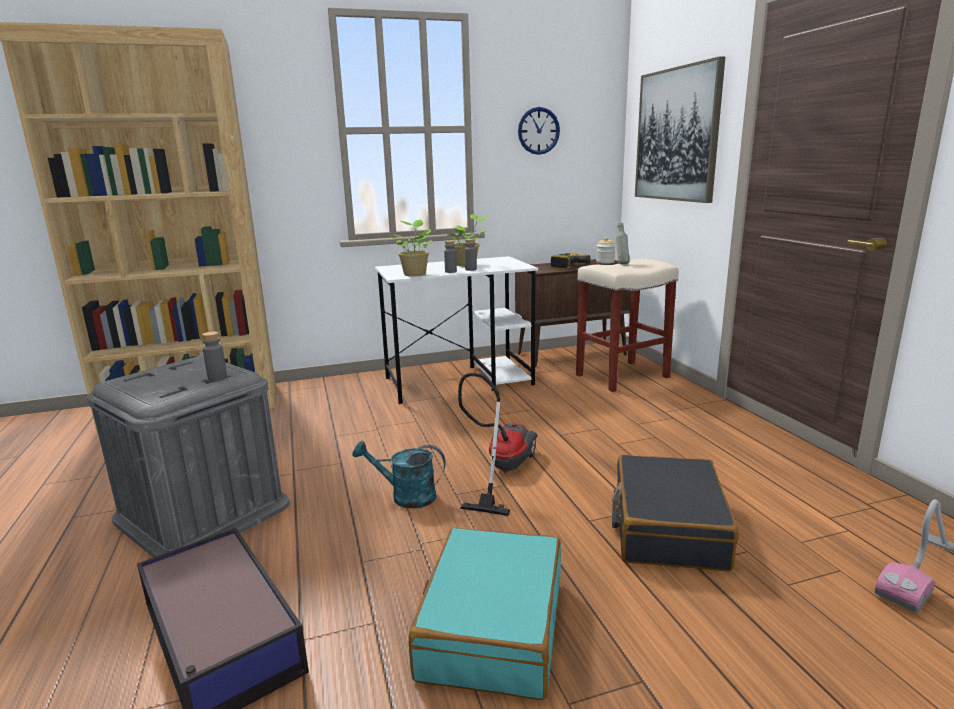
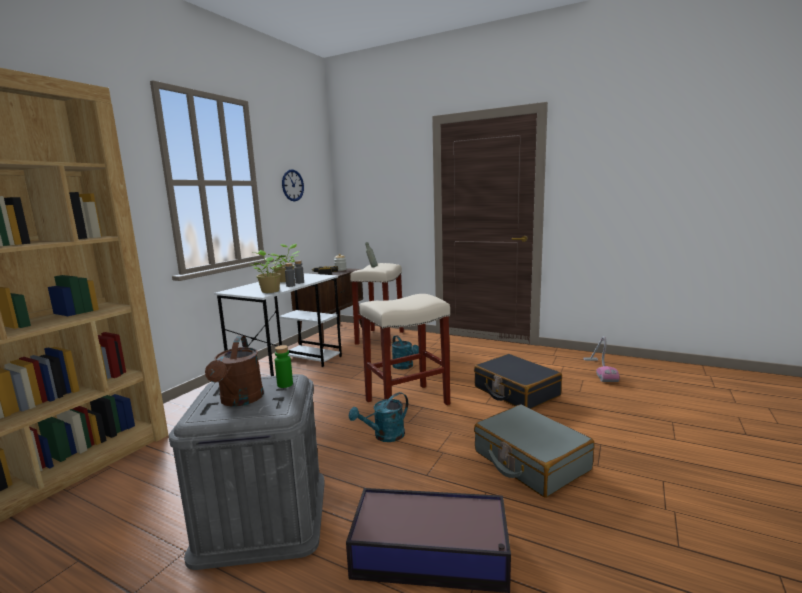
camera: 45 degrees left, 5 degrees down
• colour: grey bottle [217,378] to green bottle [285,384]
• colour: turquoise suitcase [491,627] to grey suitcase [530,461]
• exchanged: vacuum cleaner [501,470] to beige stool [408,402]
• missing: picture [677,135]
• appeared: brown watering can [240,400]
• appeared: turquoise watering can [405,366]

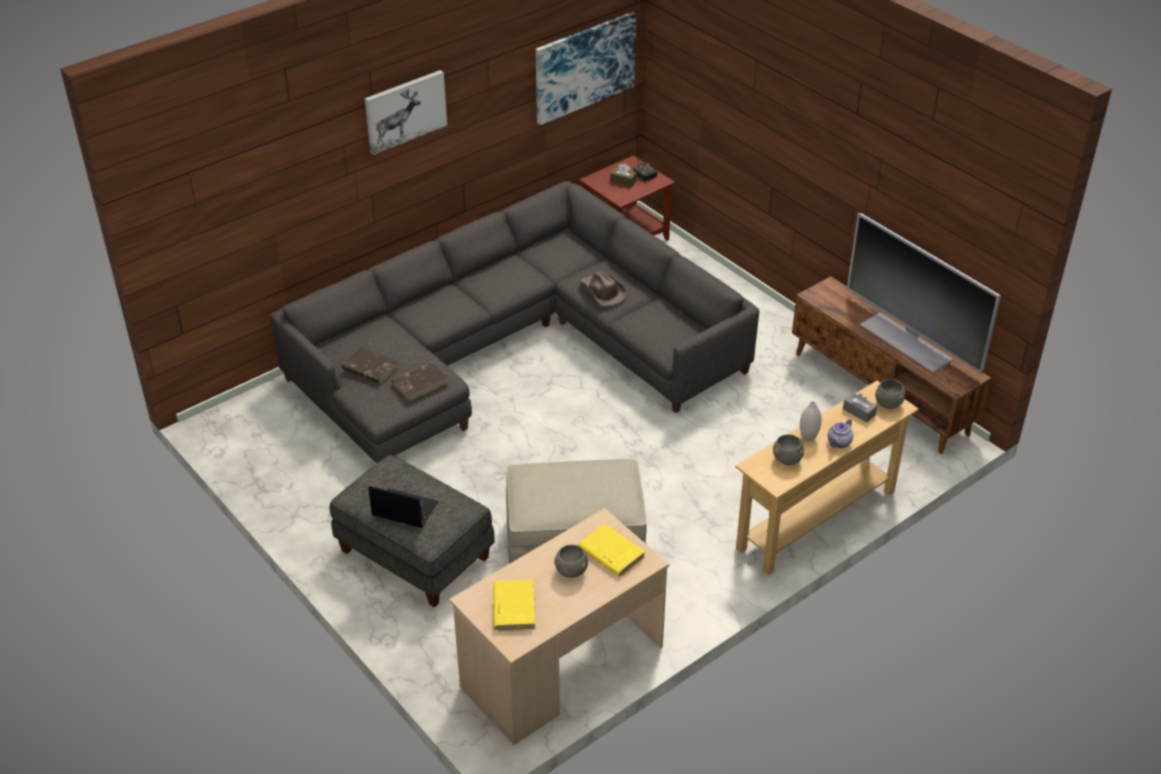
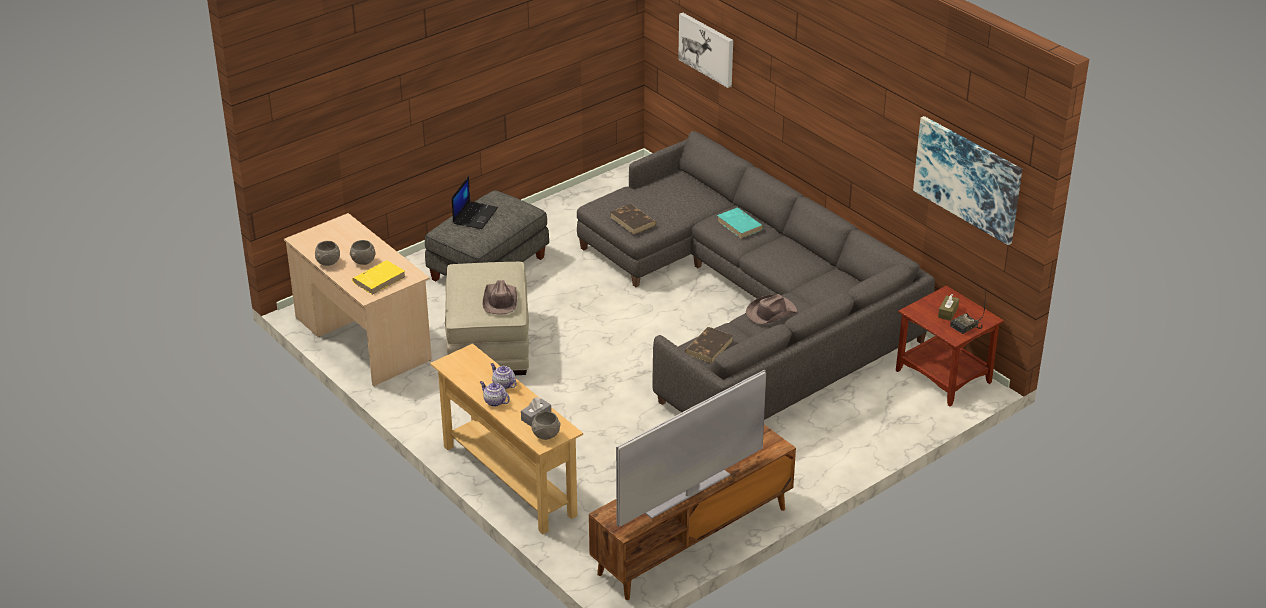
camera: 90 degrees right, 5 degrees down
• relocated: brown book [369,368] to [709,347]
• relocated: picture [405,111] to [707,49]
• missing: yellow book [514,607]
• relocated: grey bowl [786,460] to [328,262]
• exchanged: white vase [808,437] to teapot [503,384]
• appeared: brown hat [500,300]
• appeared: turquoise book [740,225]

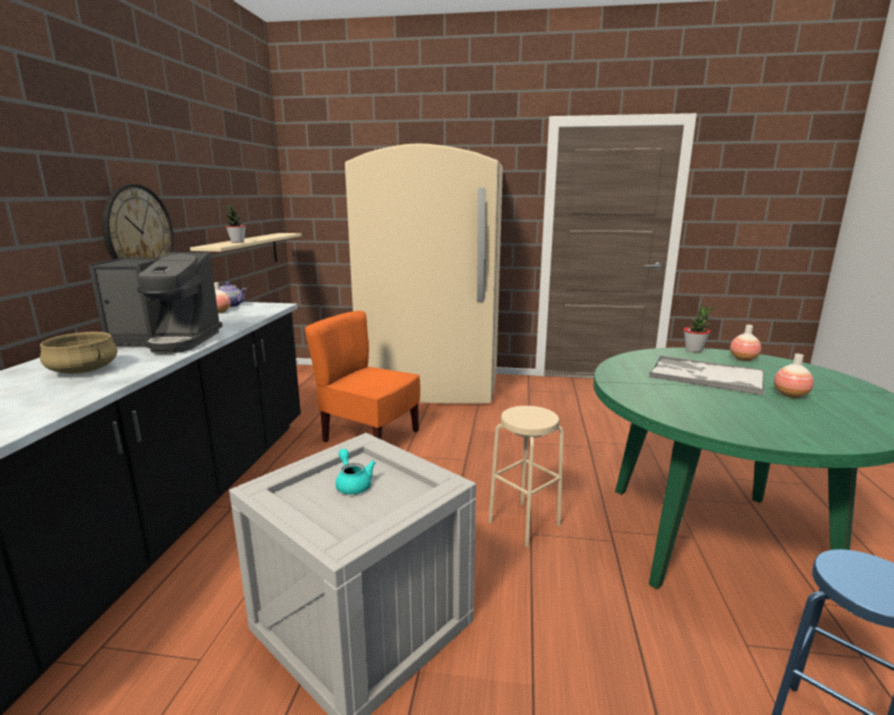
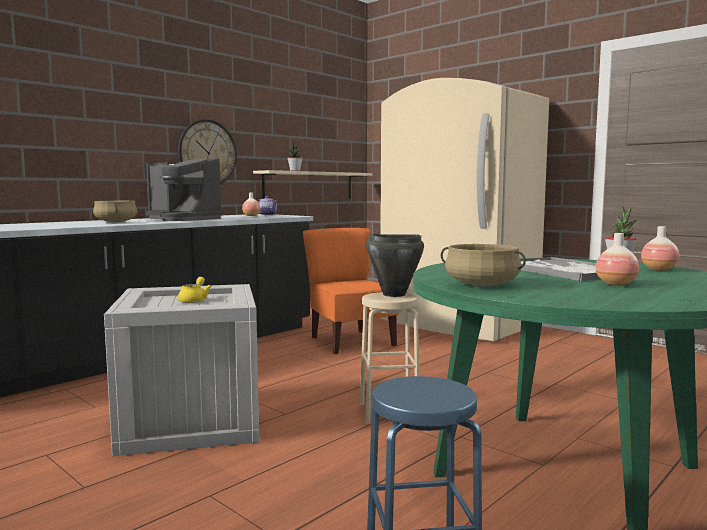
camera: 35 degrees right, 10 degrees down
• colour: turquoise teapot [353,484] to yellow teapot [194,300]
• appeared: black cooking pot [393,294]
• appeared: beige cooking pot [481,285]

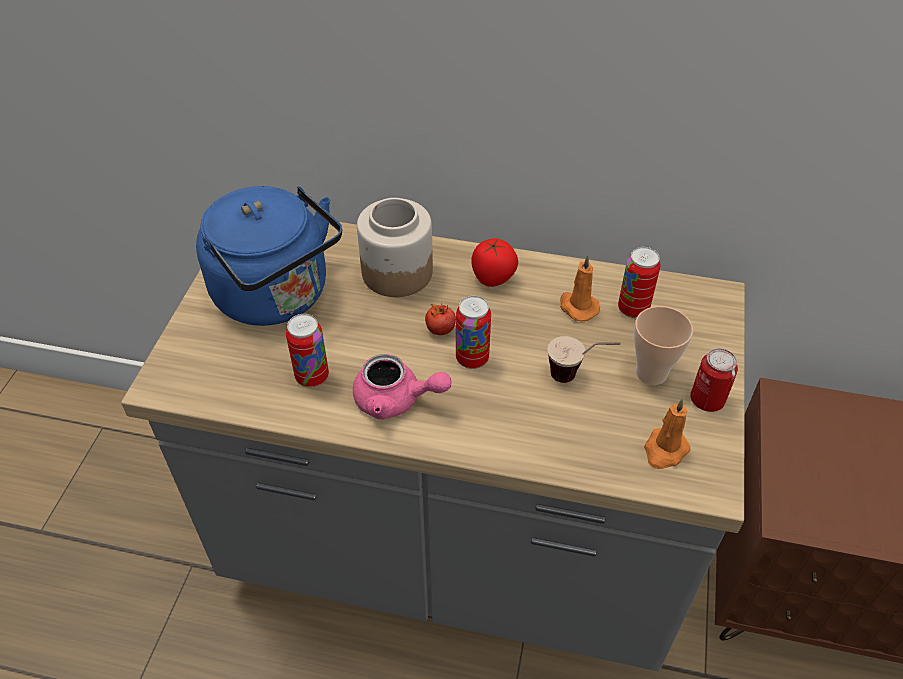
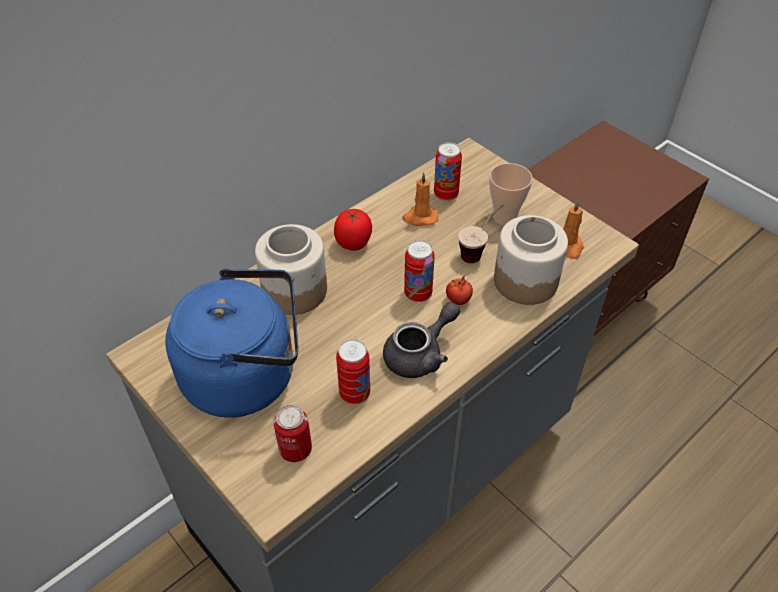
camera: 55 degrees left, 0 degrees up
• colour: pink teapot [396,400] to grey teapot [420,354]
• relocated: tomato [440,329] to [458,299]
• relocated: can [707,400] to [295,449]
• appeared: jar [525,280]

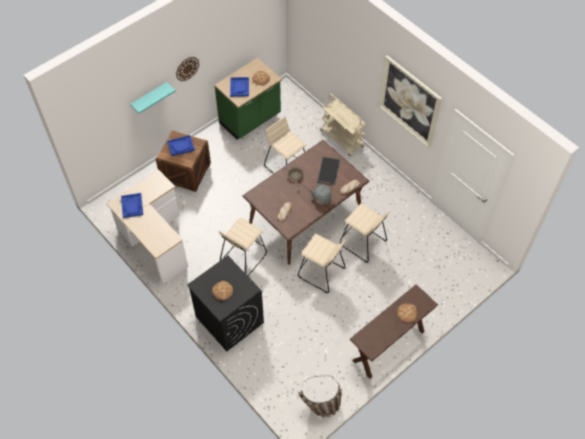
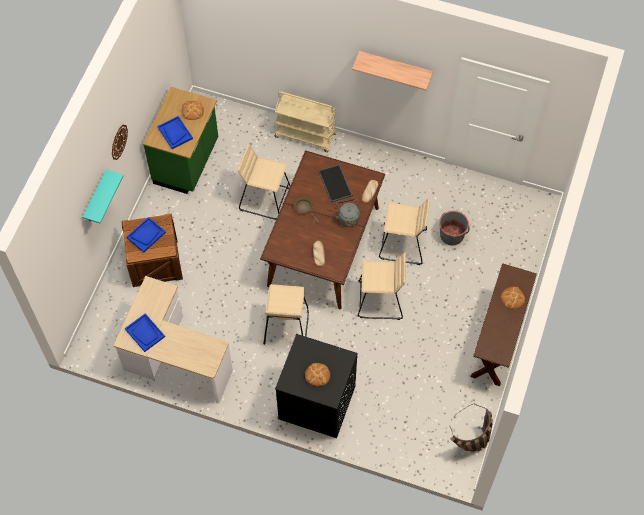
camera: 30 degrees left, 5 degrees up
• exchanged: picture [409,101] to shelf [395,67]
• appeared: grey bucket [452,235]

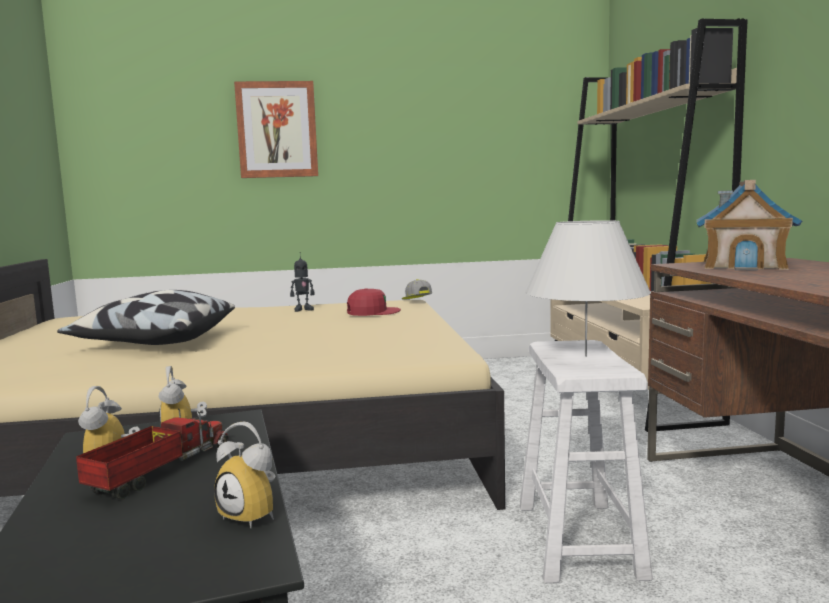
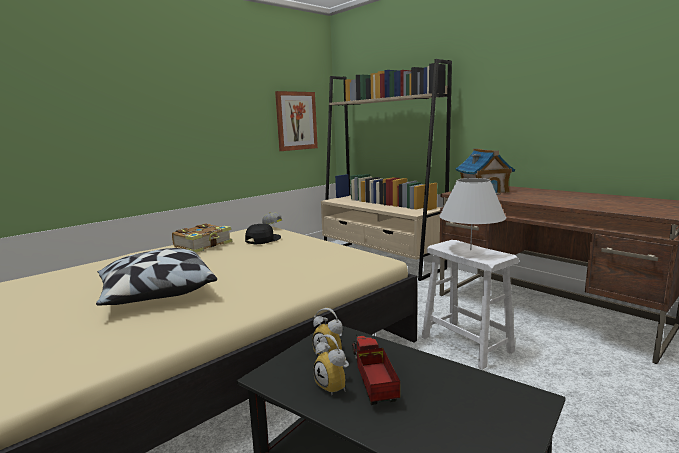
camera: 35 degrees left, 5 degrees up
• missing: alarm clock [255,515]
• relocated: picture [277,130] to [296,121]
• exchanged: toy robot [303,309] to book [204,245]
• colour: red cap [372,312] to black cap [263,239]

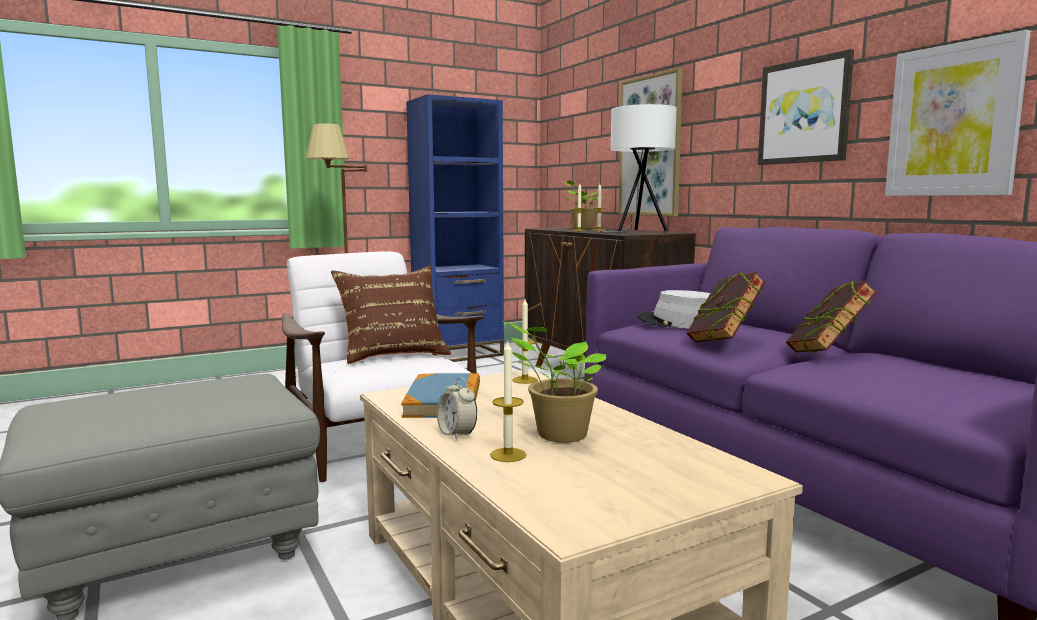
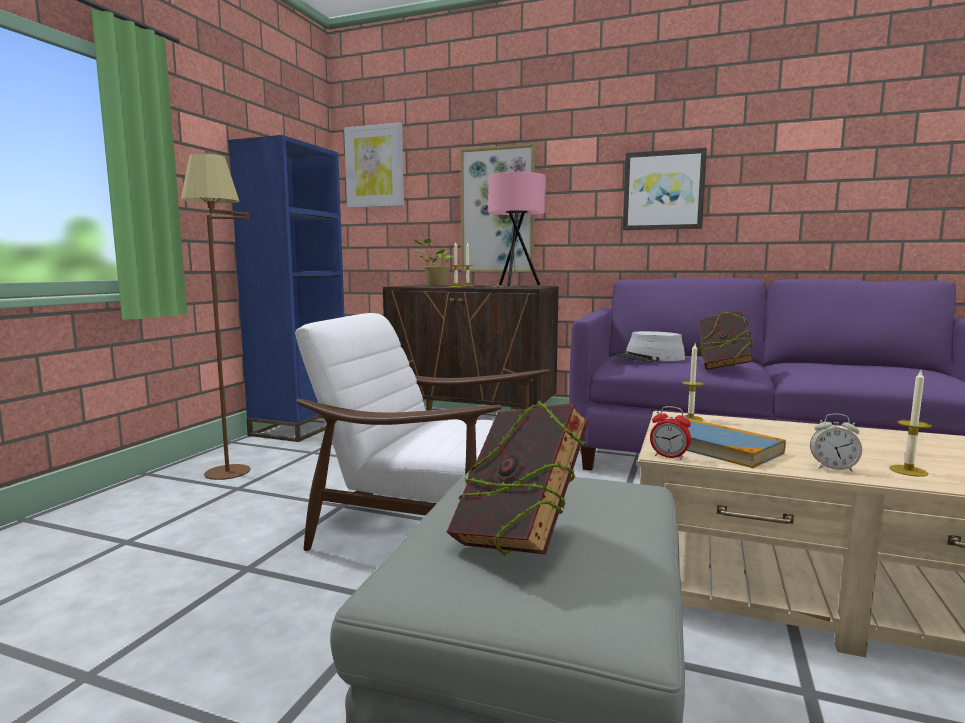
camera: 40 degrees left, 0 degrees up
• missing: brown pillow [393,354]
• missing: potted plant [558,434]
• colour: white table lamp [637,232] to pink table lamp [514,286]
• relocated: book [827,356] to [518,543]
• relocated: picture [953,120] to [374,166]
• appeared: alarm clock [669,456]

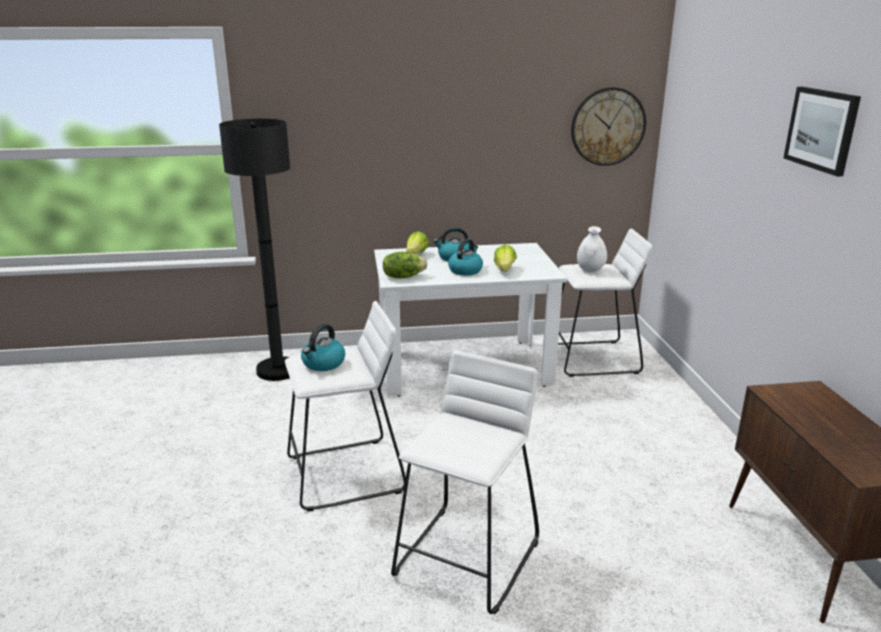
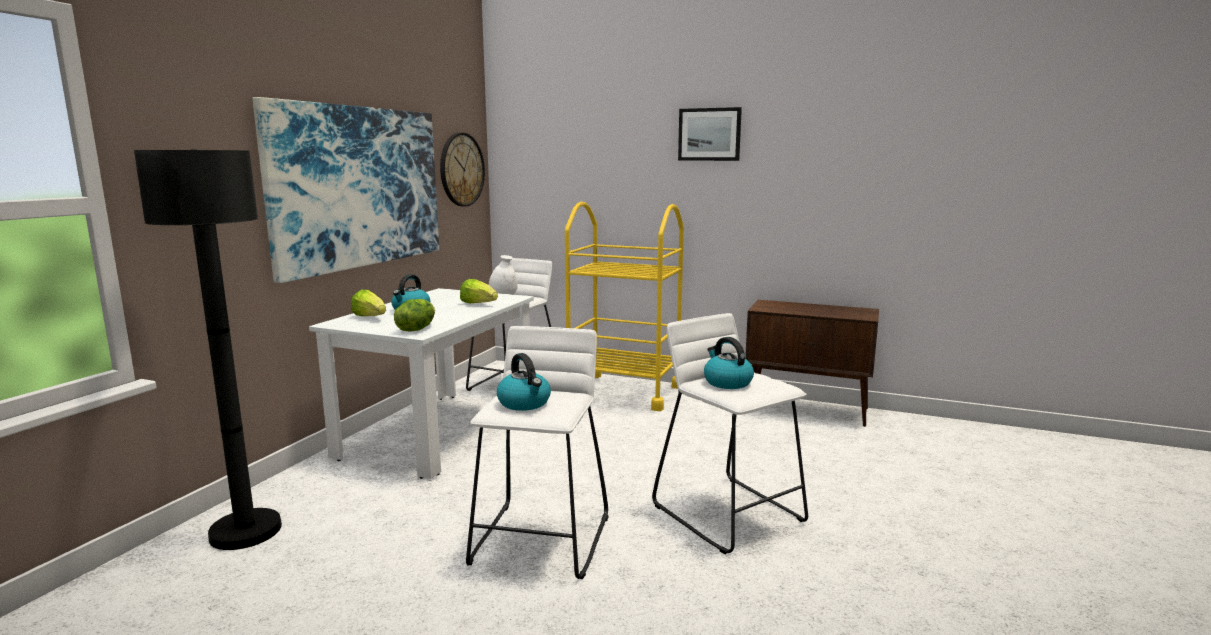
camera: 60 degrees left, 10 degrees down
• relocated: kettle [465,270] to [727,382]
• appeared: picture [358,187]
• appeared: yellow cart [624,391]

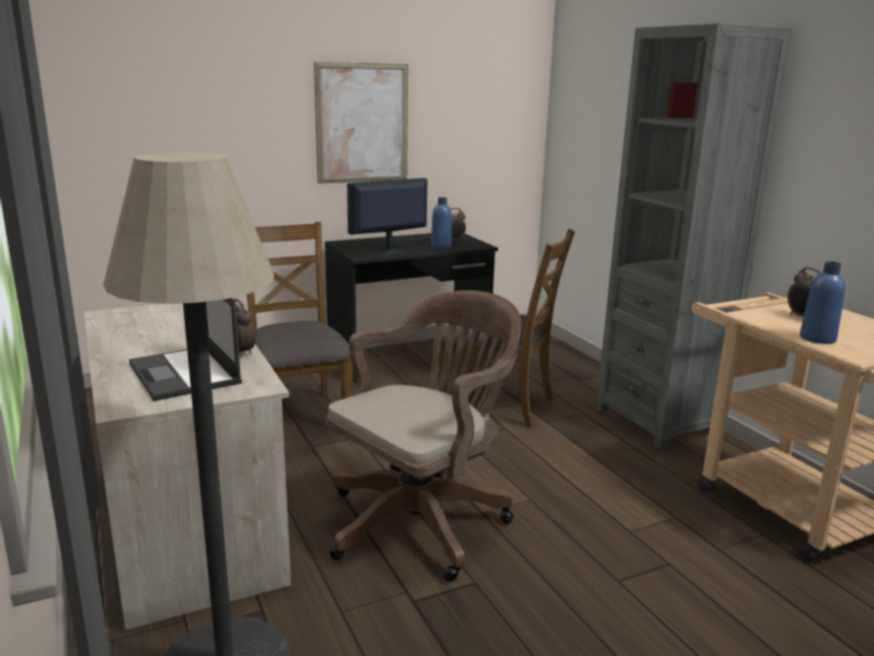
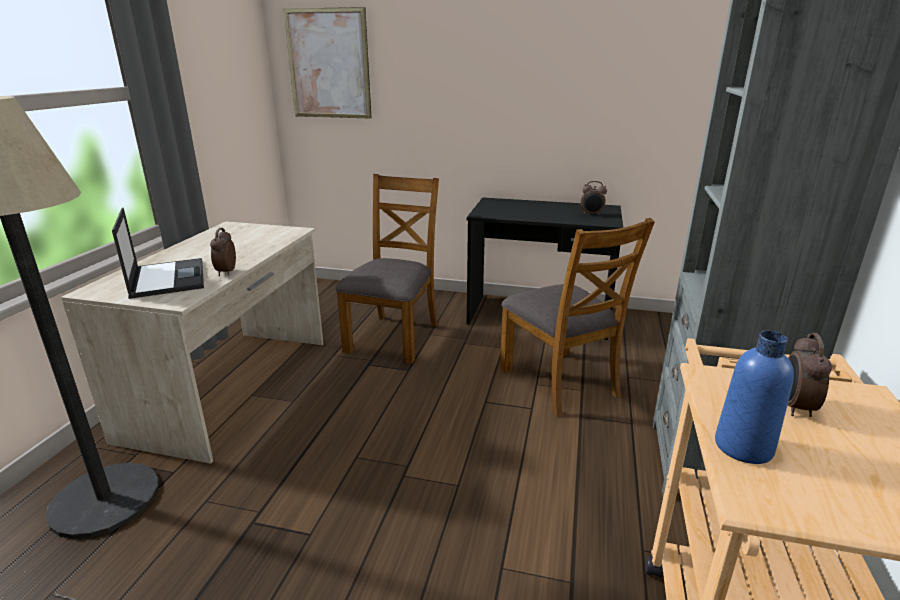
camera: 40 degrees right, 5 degrees up
• spun: laptop [185,373] = [168,278] 150 degrees clockwise
• relocated: picture [362,123] to [328,64]
• missing: brown office chair [423,519]
• missing: monitor [388,253]
• missing: blue bottle [441,246]

